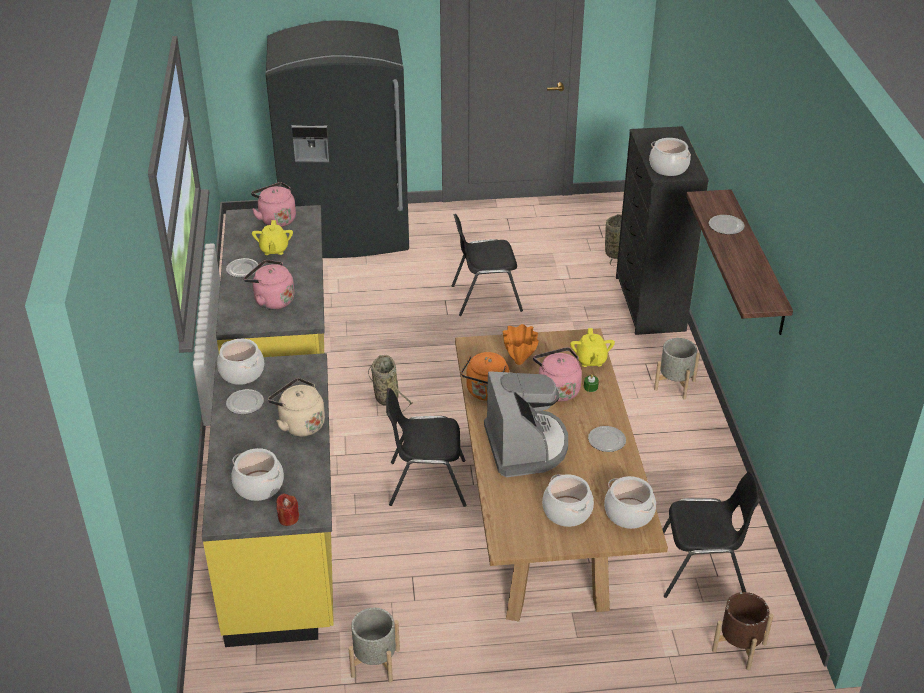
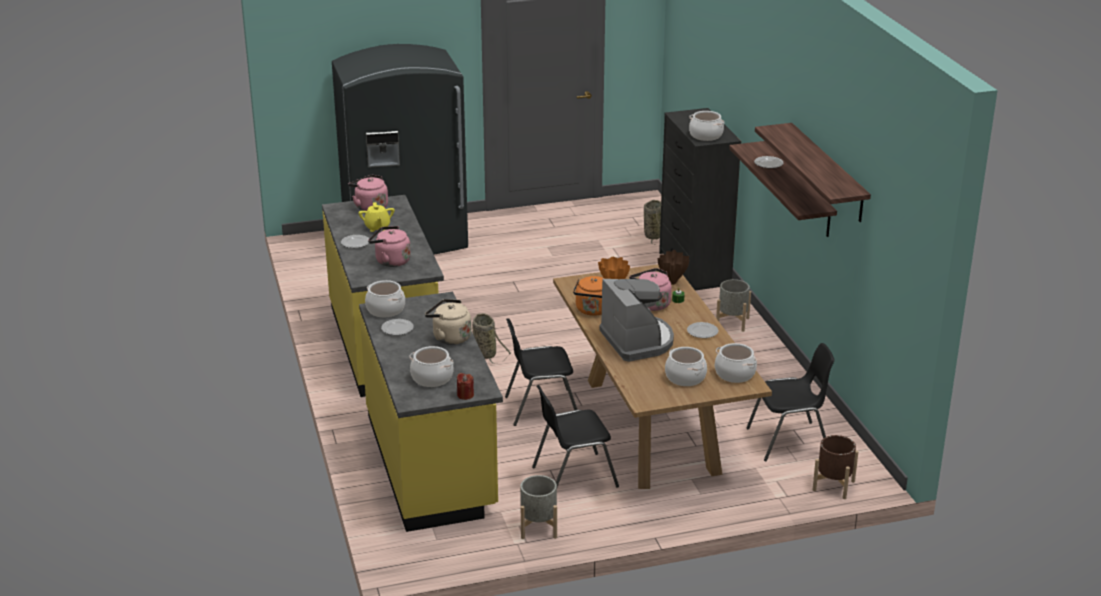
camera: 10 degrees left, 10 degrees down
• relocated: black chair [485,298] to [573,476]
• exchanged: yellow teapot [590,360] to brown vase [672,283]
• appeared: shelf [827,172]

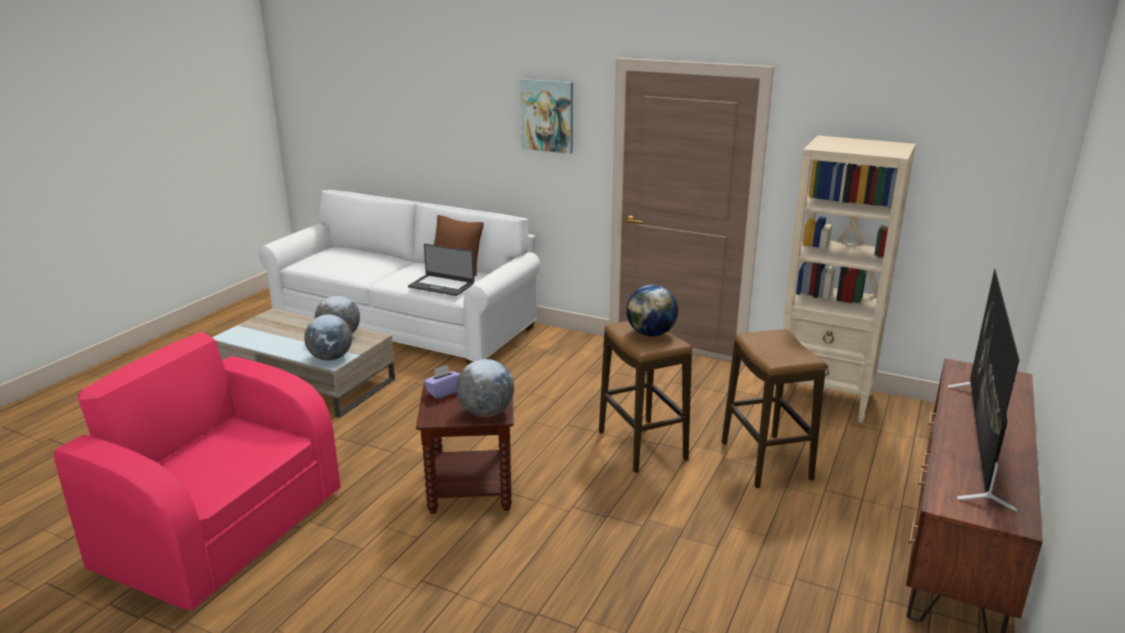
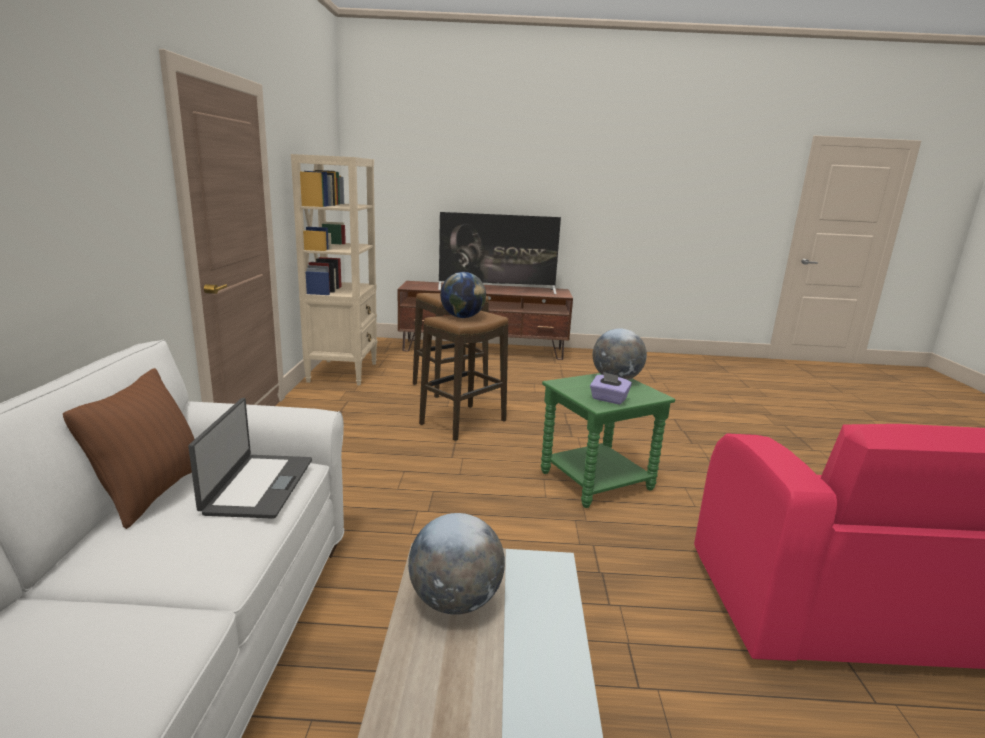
camera: 115 degrees left, 5 degrees down
• missing: globe [331,358]
• colour: brown side table [472,487] to green side table [596,480]
• missing: picture [547,115]

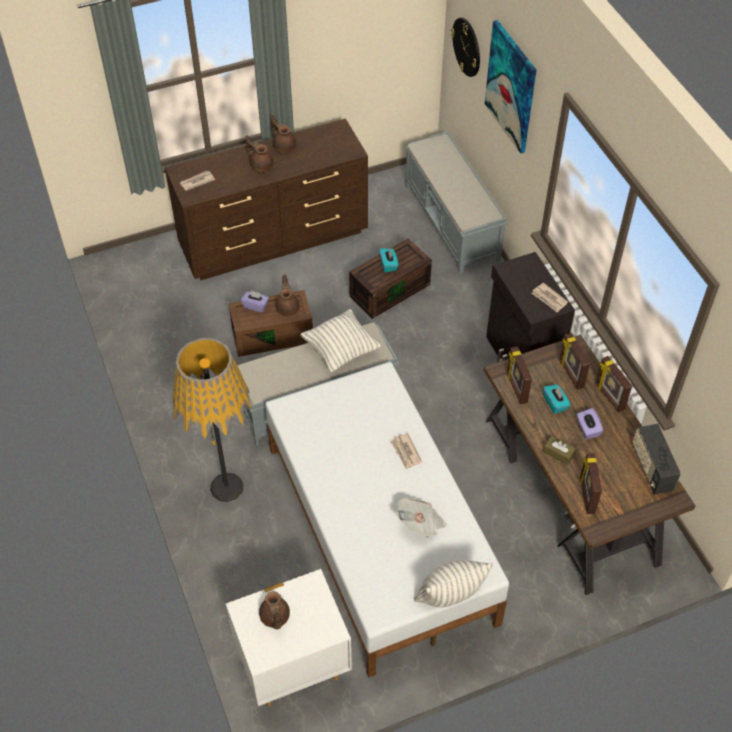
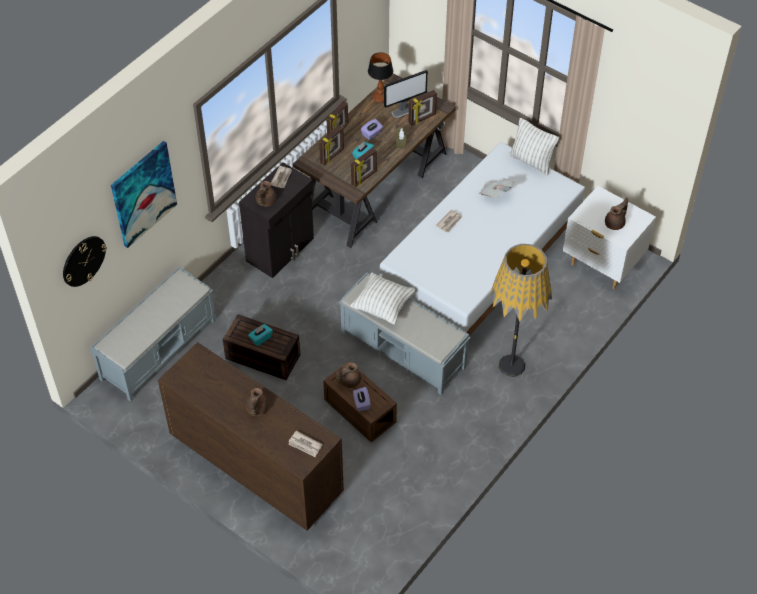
camera: 120 degrees left, 0 degrees up
• relocated: brown teapot [284,147] to [265,201]
• exchanged: radio [651,468] to table lamp [380,97]
• appeared: monitor [404,111]

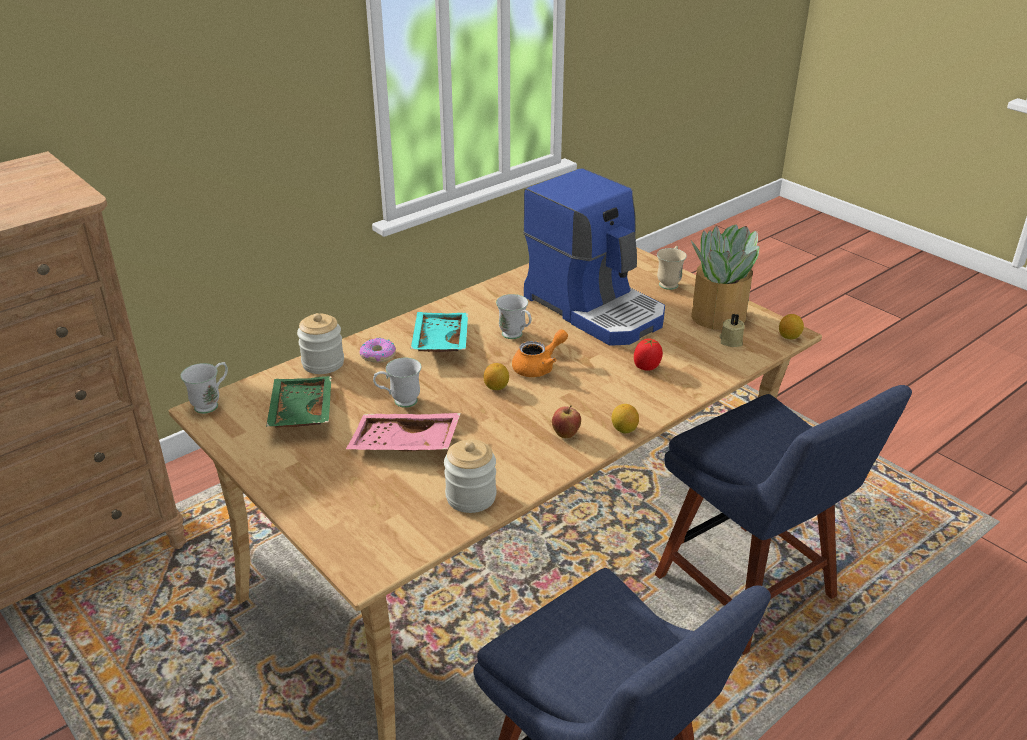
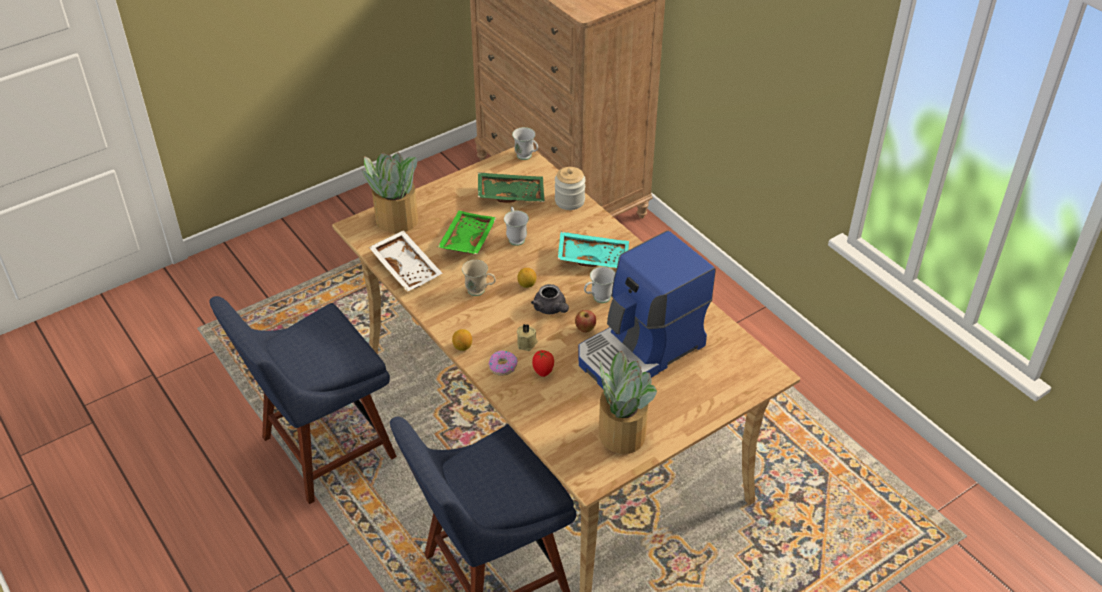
camera: 95 degrees right, 10 degrees up
• colour: pink tray [404,445] to green tray [466,239]
• relocated: donut [378,355] to [502,366]
• exchanged: jar [471,497] to white tray [407,267]
• colour: orange teapot [539,367] to grey teapot [551,309]
• relocated: apple [566,435] to [585,329]
• relocated: beige mug [669,282] to [480,291]
• relocated: beige candle [730,341] to [527,343]
• missing: lemon [789,337]
• appeared: potted plant [396,219]

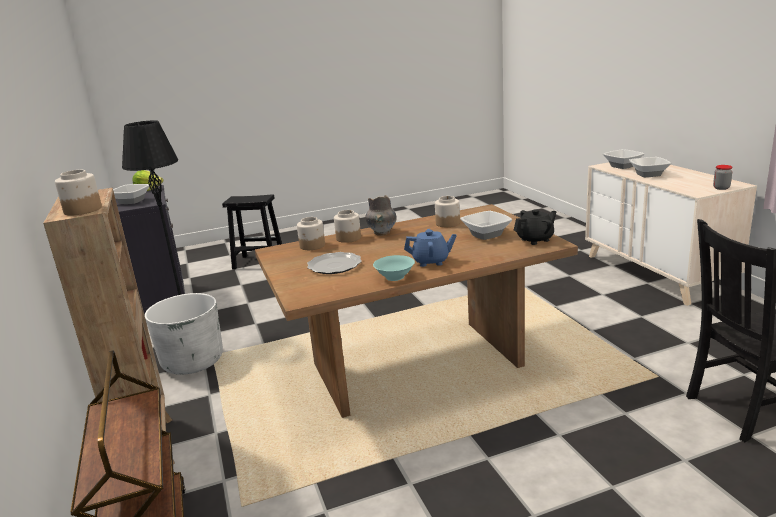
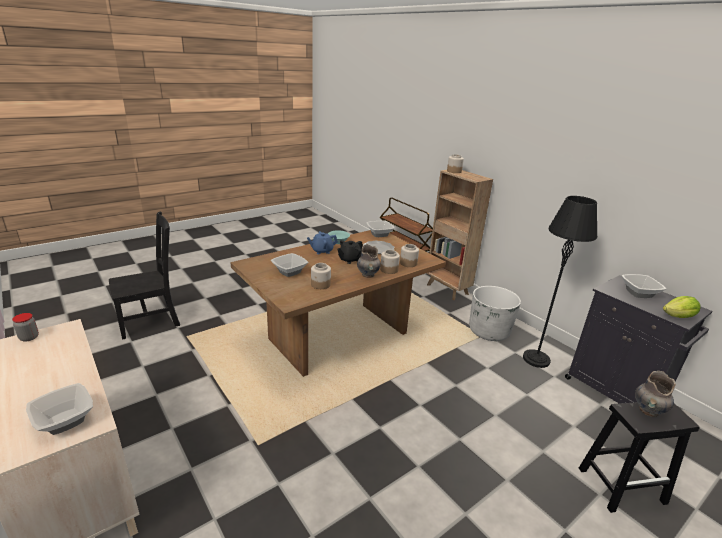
camera: 160 degrees right, 5 degrees up
• relocated: black teapot [535,240] to [349,260]
• relocated: bowl [649,174] to [379,234]
• appeared: grey vase [648,411]

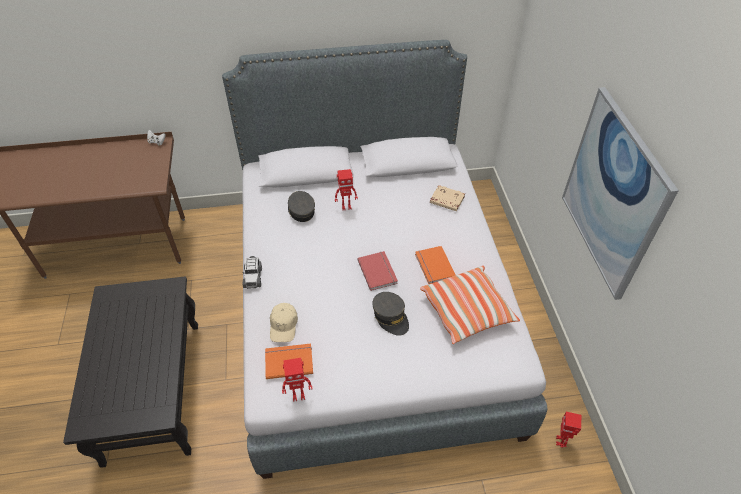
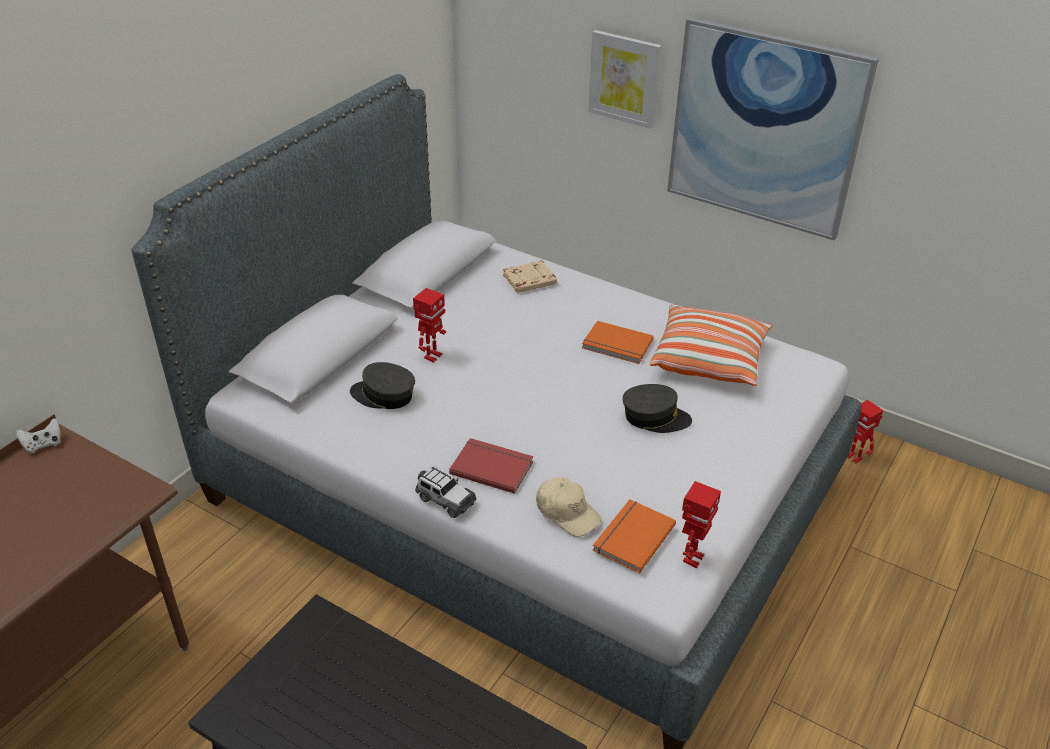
camera: 50 degrees left, 10 degrees down
• relocated: red book [378,271] to [492,466]
• appeared: picture [625,78]

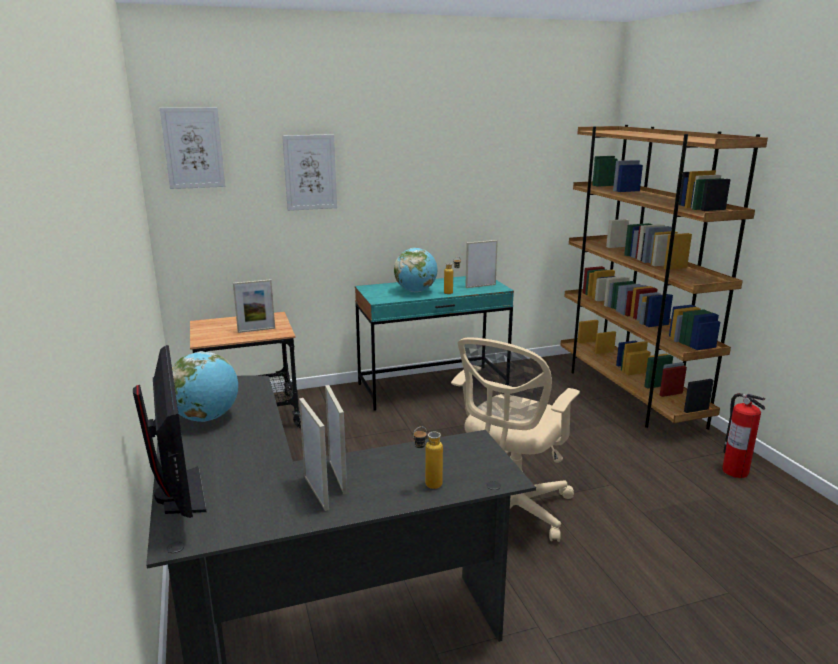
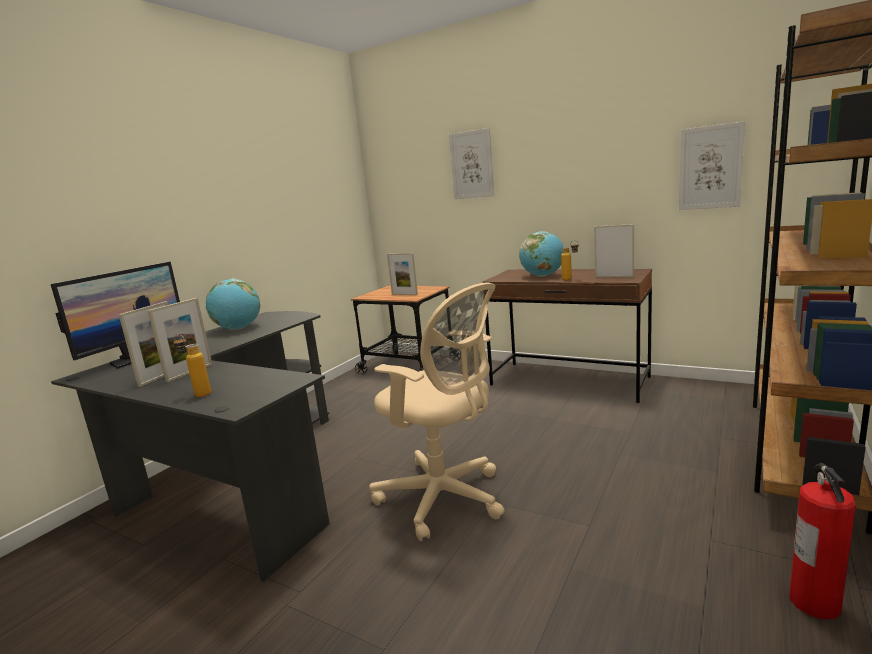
camera: 50 degrees right, 5 degrees down
• relocated: picture [193,148] to [710,167]
• colour: turquoise desk [433,387] to brown desk [569,381]
• spun: beige office chair [510,513] = [445,499] 135 degrees counterclockwise

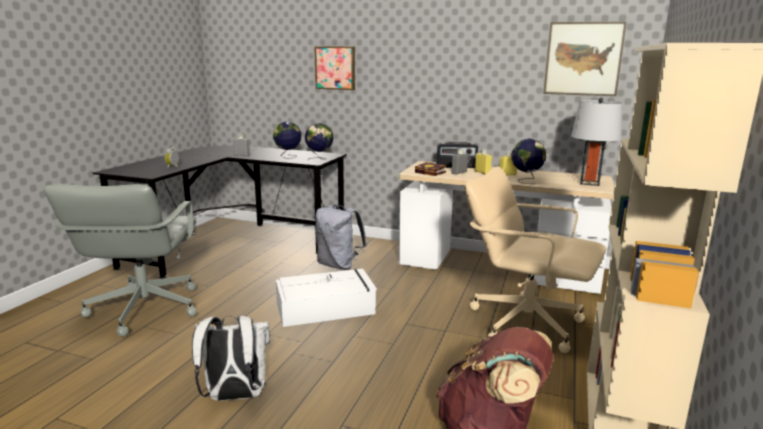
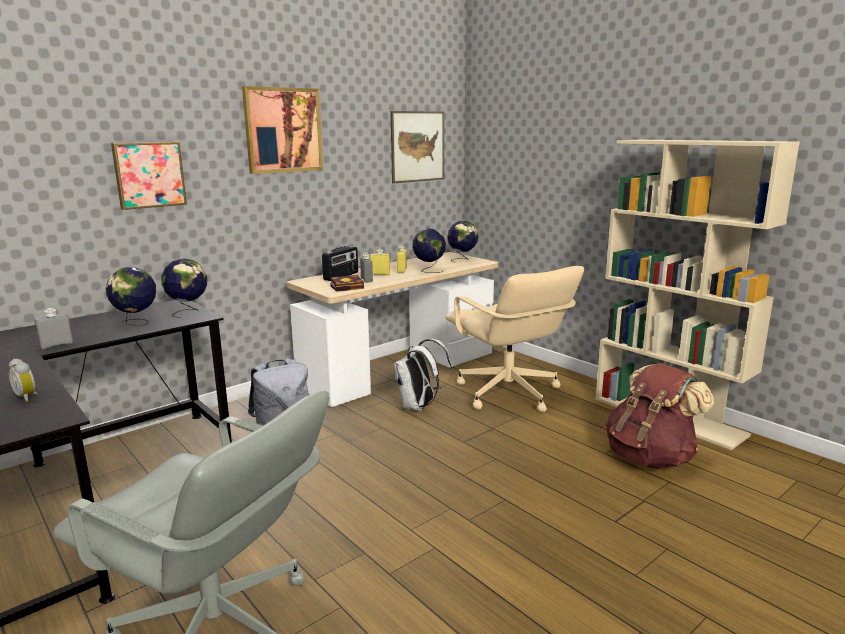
camera: 60 degrees left, 0 degrees up
• relocated: white backpack [234,396] to [419,407]
• missing: white storage box [327,308]
• spun: beige office chair [524,322] = [508,393] 90 degrees counterclockwise
• exchanged: grey table lamp [589,183] to globe [462,260]
• appeared: picture [283,130]

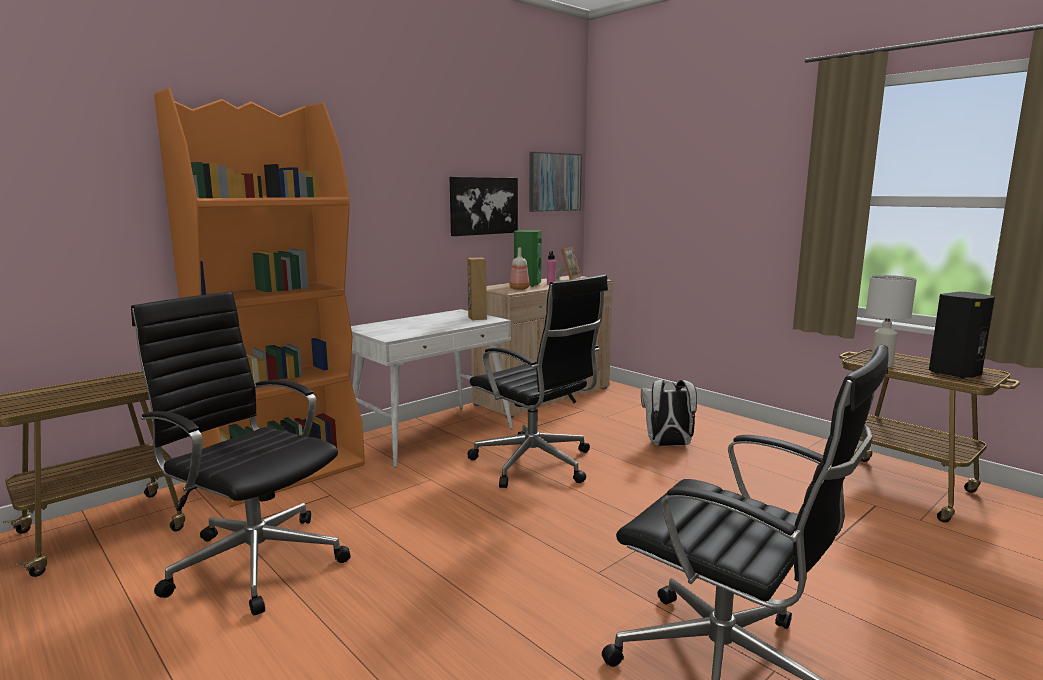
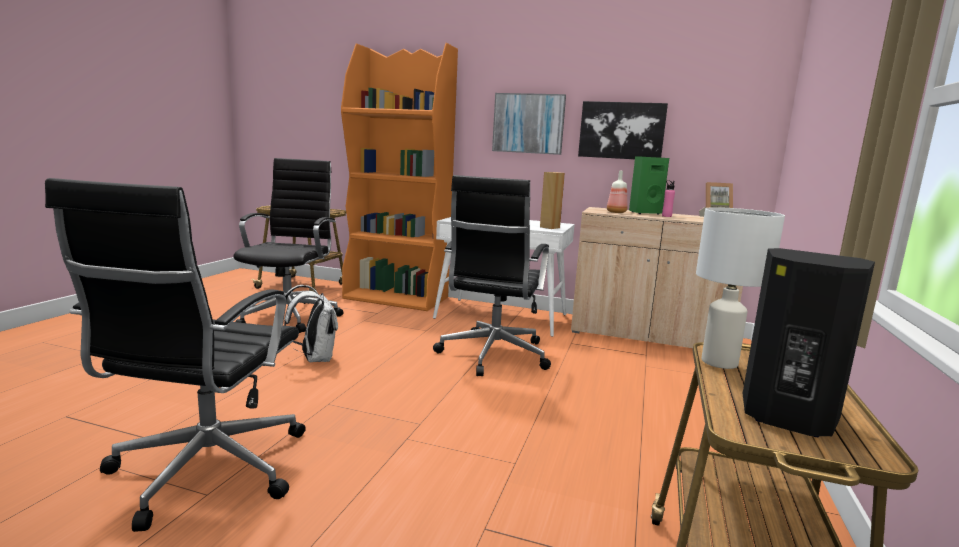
camera: 60 degrees right, 0 degrees up
• relocated: picture [554,182] to [528,123]
• relocated: white backpack [668,445] to [314,358]

